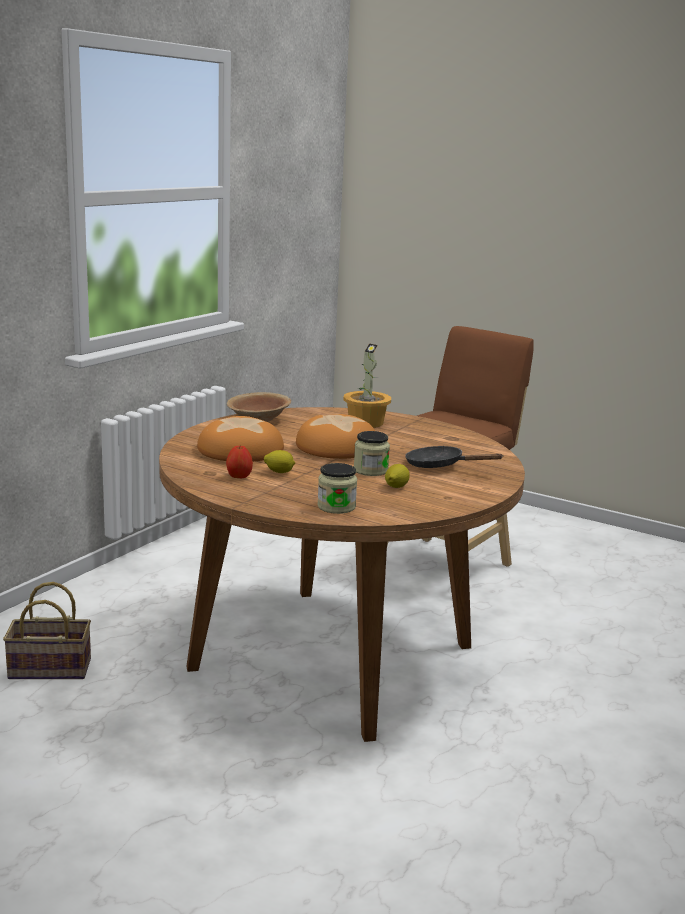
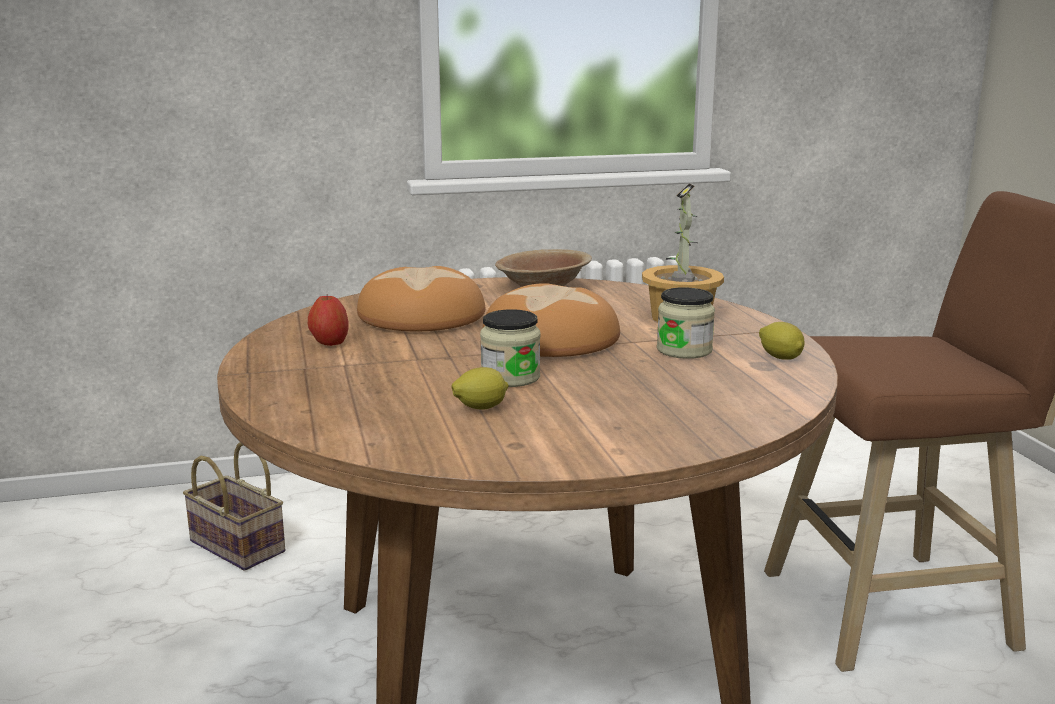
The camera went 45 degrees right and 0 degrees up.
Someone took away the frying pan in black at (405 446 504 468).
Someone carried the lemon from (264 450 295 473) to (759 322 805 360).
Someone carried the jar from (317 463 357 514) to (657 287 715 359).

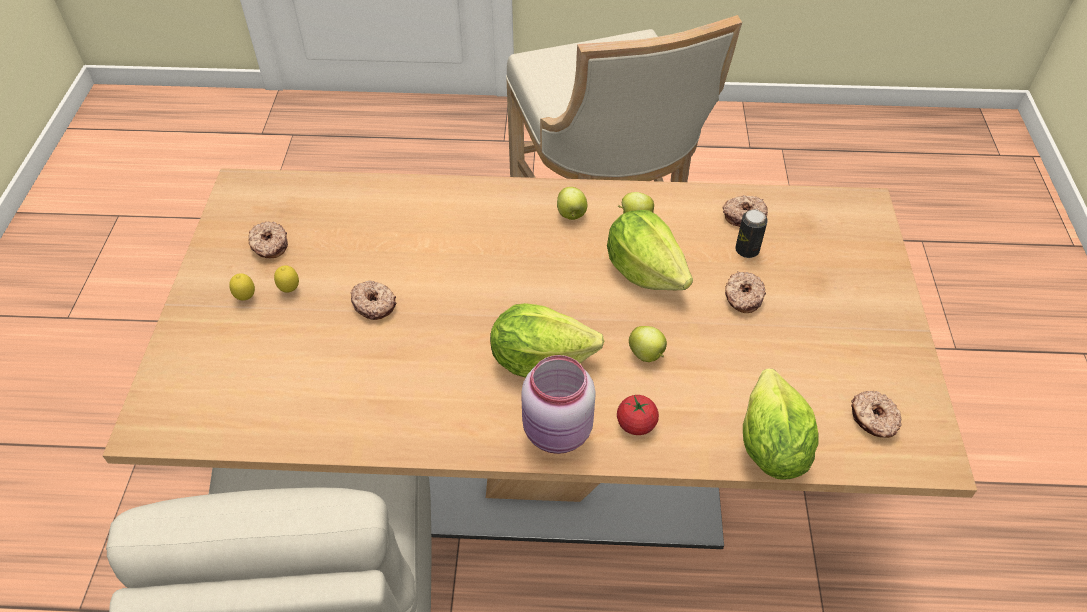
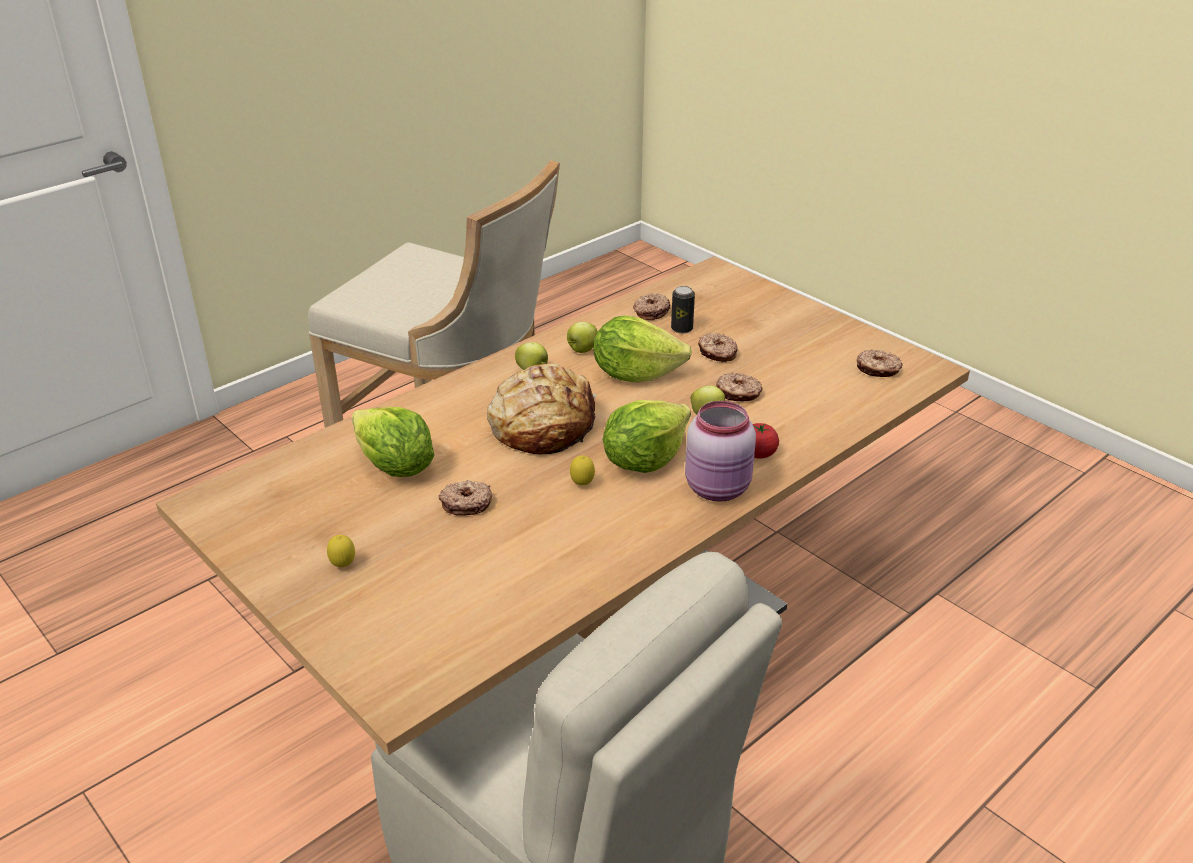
The camera went 45 degrees left and 15 degrees down.
Someone put down the bread at (487 364 596 454).
Someone carried the donut from (248 222 288 259) to (716 372 763 401).
Someone carried the lemon from (274 266 299 293) to (570 455 595 486).
Someone carried the lettuce from (743 369 819 480) to (351 407 434 477).

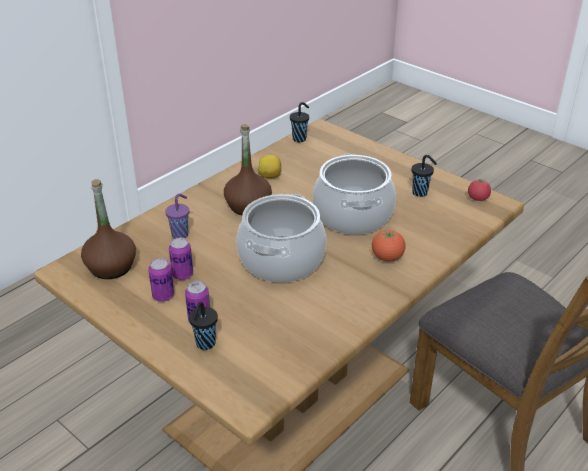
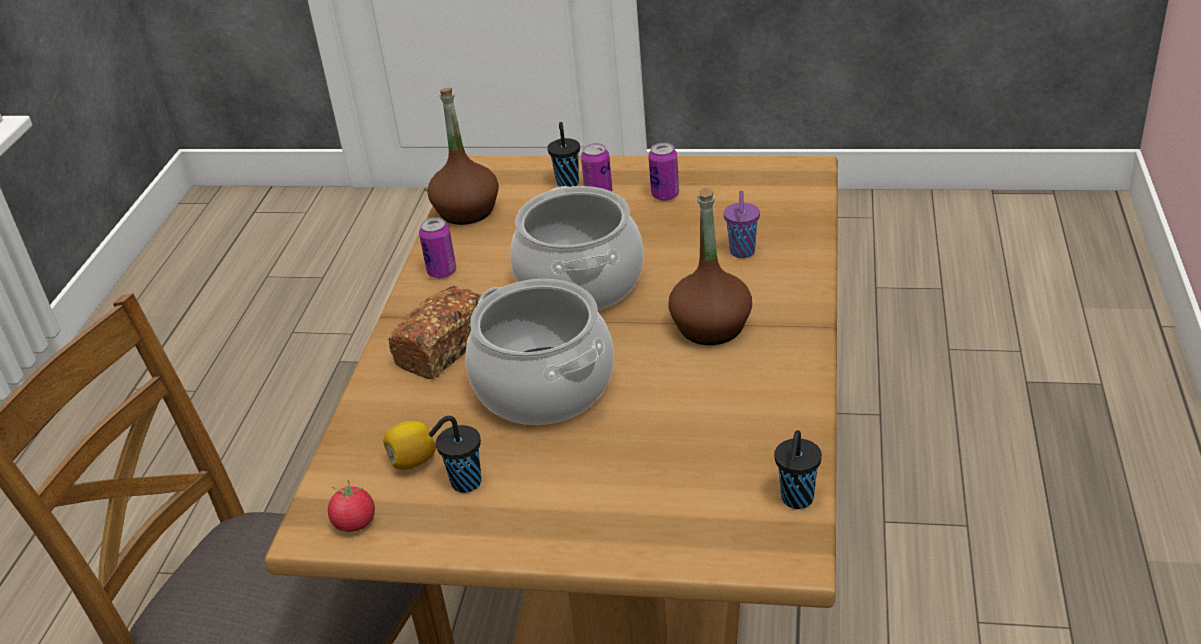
The camera went 150 degrees right and 0 degrees up.
Someone carried the bottle in brown from (81 179 136 279) to (427 88 499 225).
Someone carried the can from (169 237 193 280) to (419 217 456 278).
Someone carried the lemon from (258 155 282 179) to (383 421 436 470).
Someone swapped the tomato at (372 230 406 261) for the bread at (388 286 481 379).

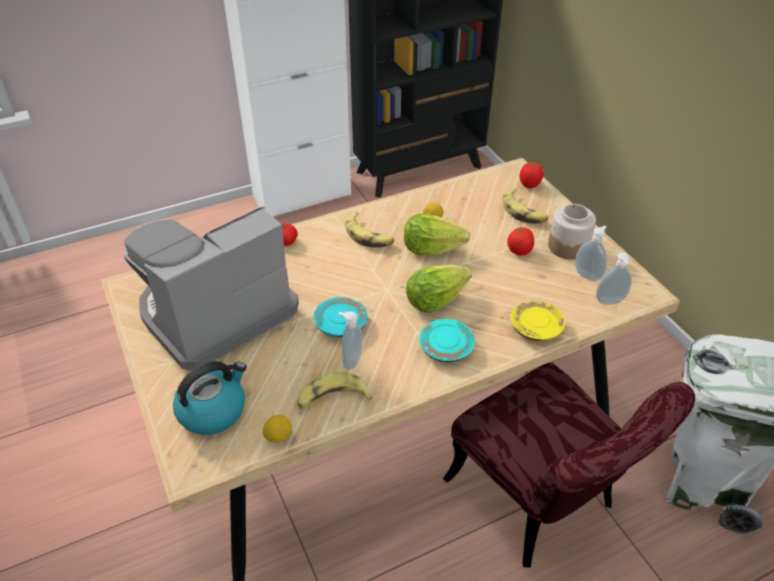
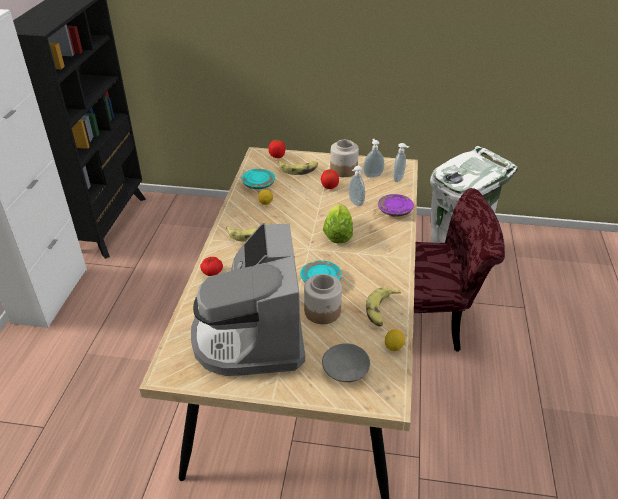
The camera went 55 degrees left and 5 degrees down.
Someone took away the lettuce at (404 214 470 255).
Someone put down the jar at (304 274 342 324).
Someone carried the soap dispenser from (338 311 362 370) to (349 166 365 206).
Someone carried the plate in turquoise from (419 319 475 363) to (241 169 275 189).
Someone swapped the kettle at (173 361 247 435) for the bowl in grey at (322 343 370 382).
Someone repainted the plate in yellow at (510 301 565 341), which became the plate in purple at (378 194 414 217).

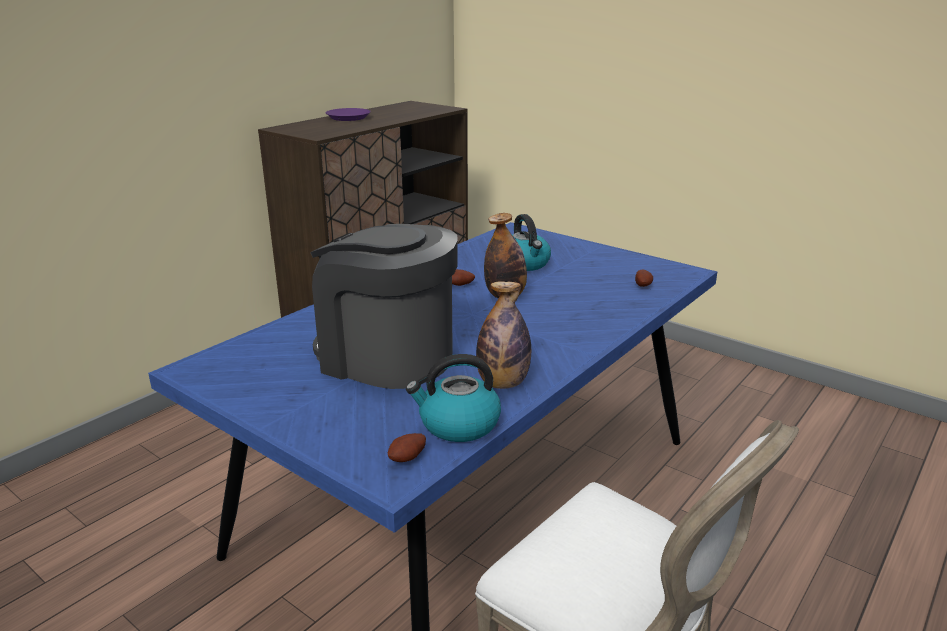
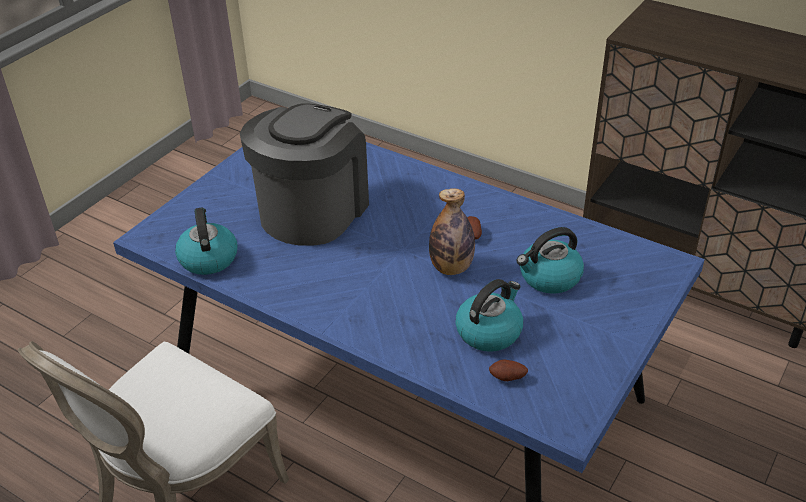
The camera went 85 degrees right and 15 degrees up.
Someone took away the plate in purple at (325 108 371 121).
Someone took away the potato at (388 433 426 462).
Someone took away the bottle at (476 281 531 389).
Someone put down the kettle at (455 279 523 352).

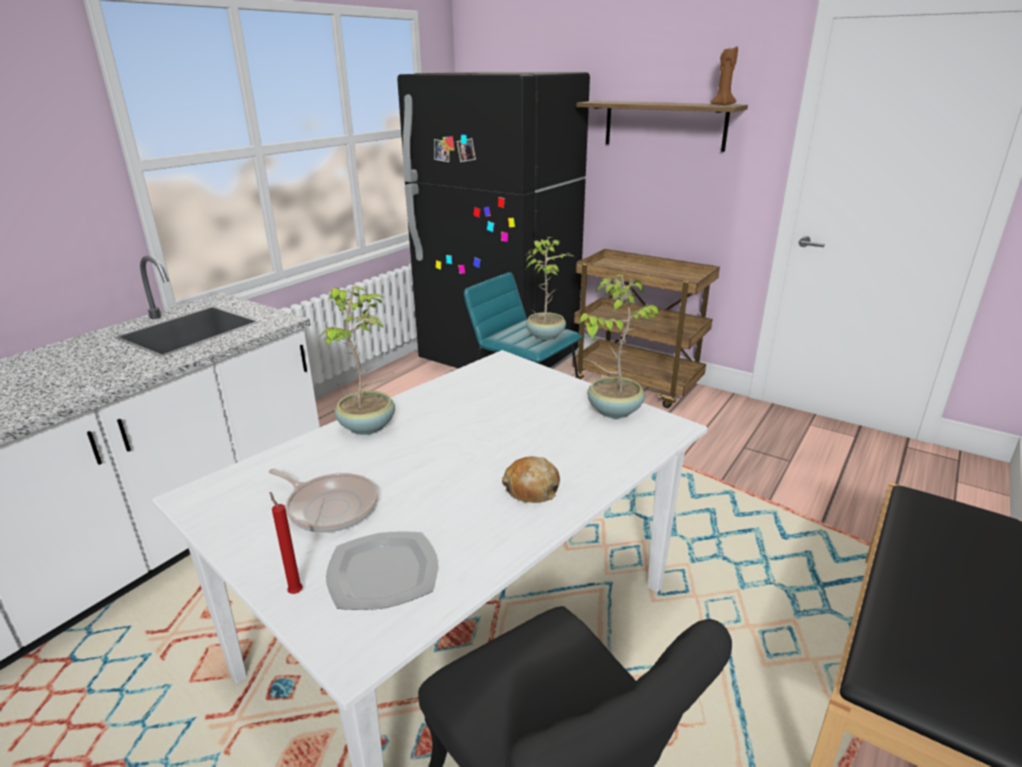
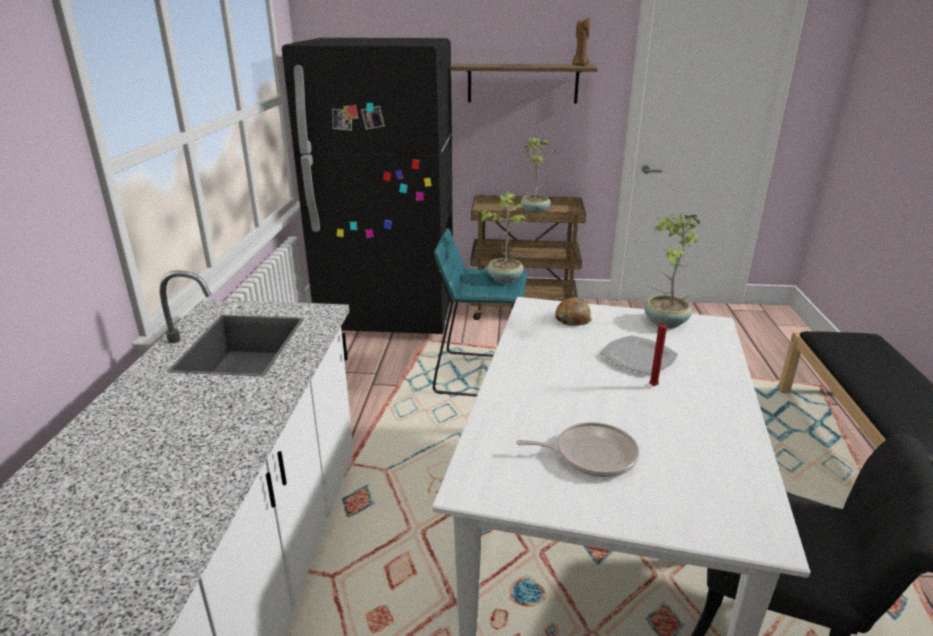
The camera went 30 degrees left and 0 degrees up.
Someone carried the candle in red from (270 492 303 594) to (649 318 667 386).
Someone carried the potted plant from (321 286 395 435) to (521 136 559 212).
Someone carried the plate from (326 531 438 610) to (600 335 678 374).
Someone carried the bread from (502 456 560 503) to (555 297 592 326).

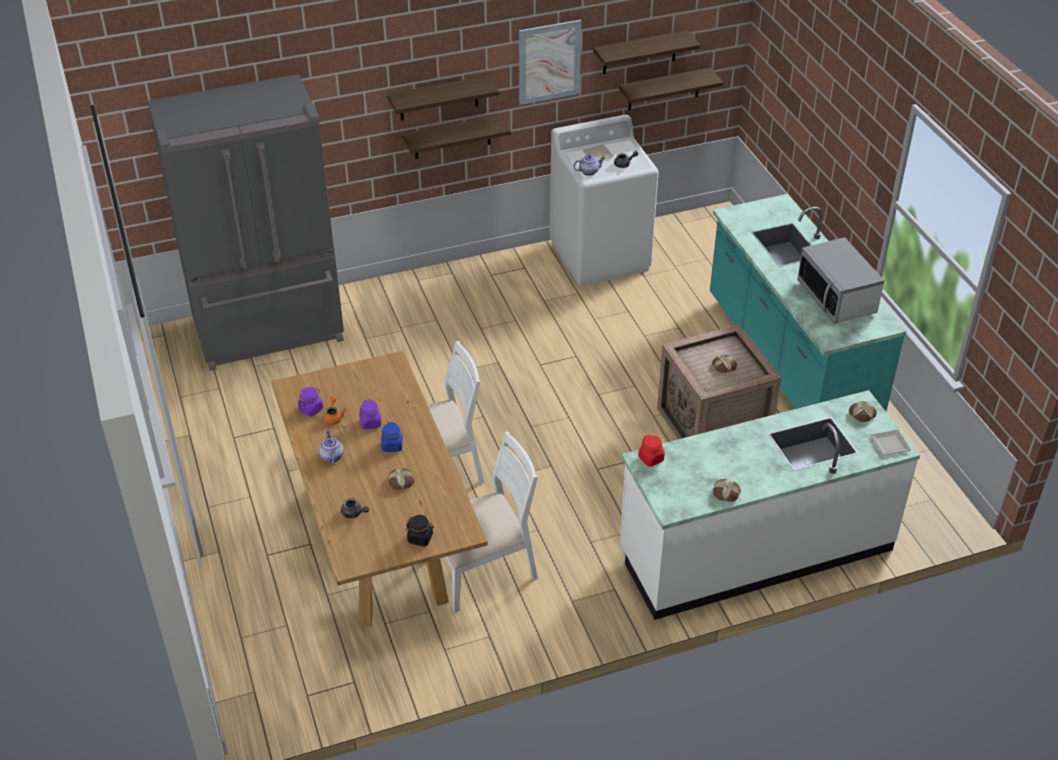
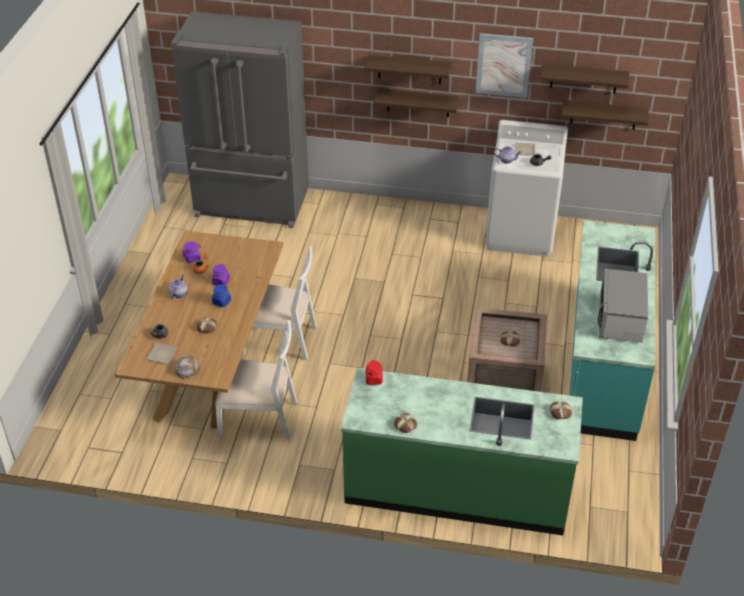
The camera went 30 degrees right and 0 degrees up.
Someone carried the plate from (871 430 911 456) to (147 343 177 364).
Someone swapped the jar in black at (406 515 434 547) for the bread at (174 355 201 379).
Someone repainted the counter in white at (620 390 920 620), which became the counter in green at (341 368 583 535).

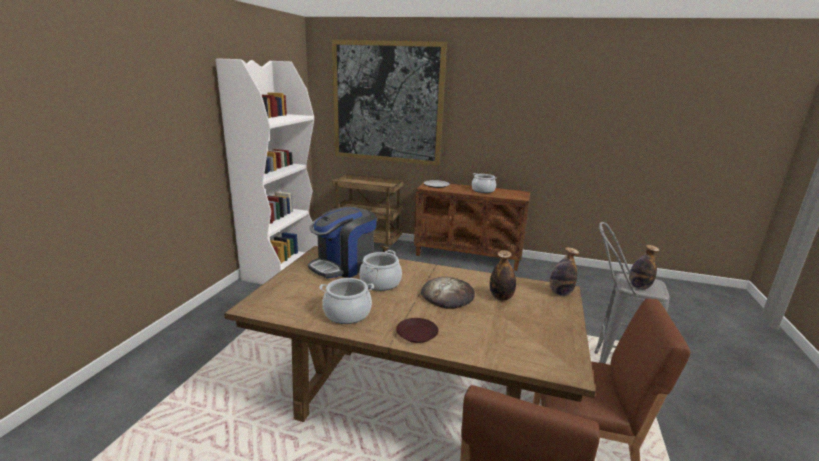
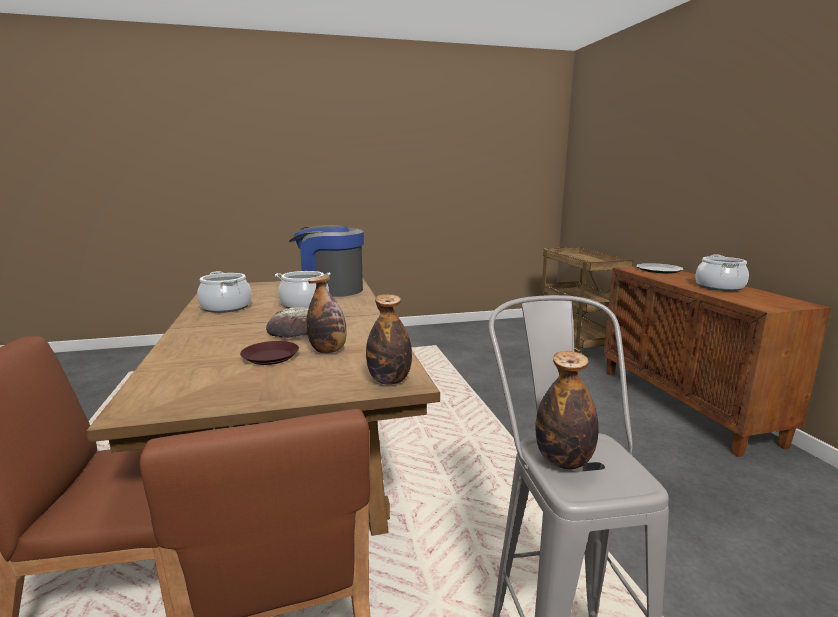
The camera went 60 degrees right and 5 degrees down.
Someone took away the bookcase in white at (215 58 318 285).
Someone took away the picture at (332 40 447 165).
Someone carried the plate in brown from (396 318 439 343) to (240 341 299 365).

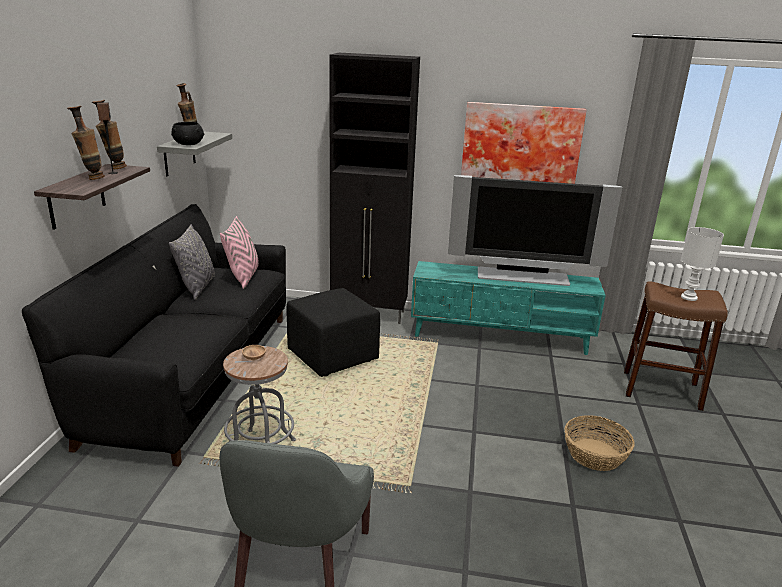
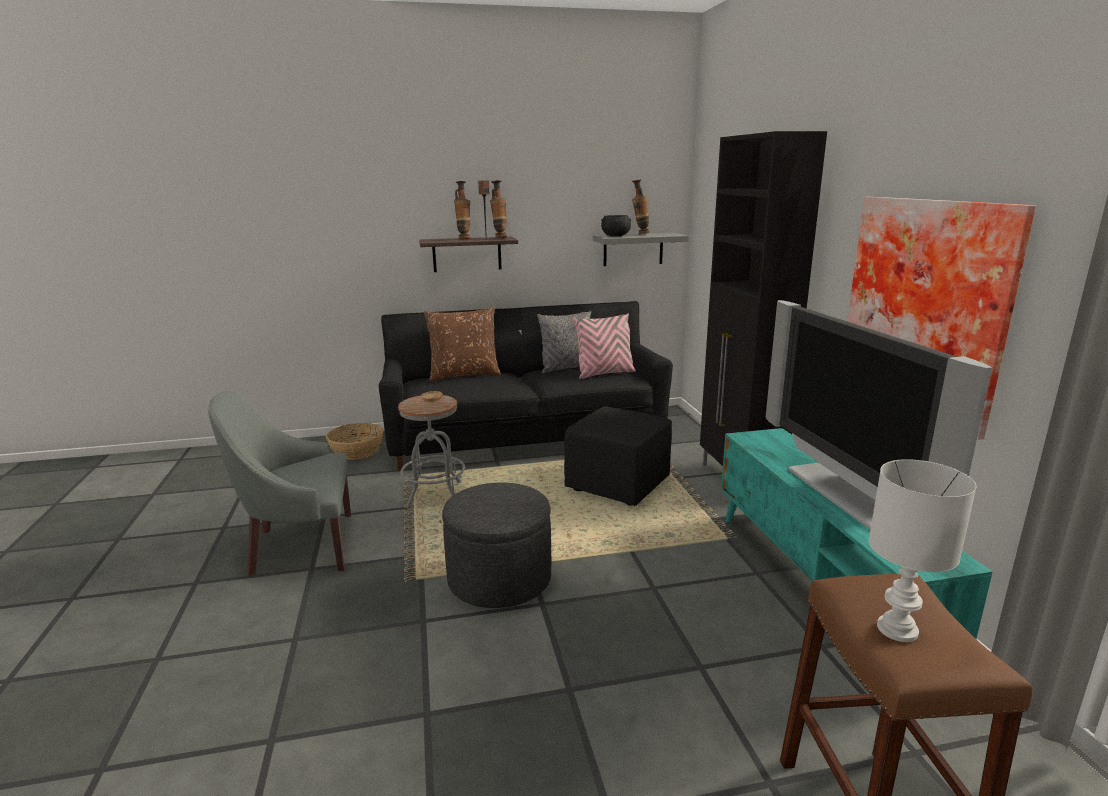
The camera went 70 degrees right and 5 degrees down.
Someone put down the pillow in brown at (424 307 501 381).
Someone put down the ottoman in grey at (442 482 551 608).
Someone carried the basket from (564 415 635 471) to (326 423 383 460).

